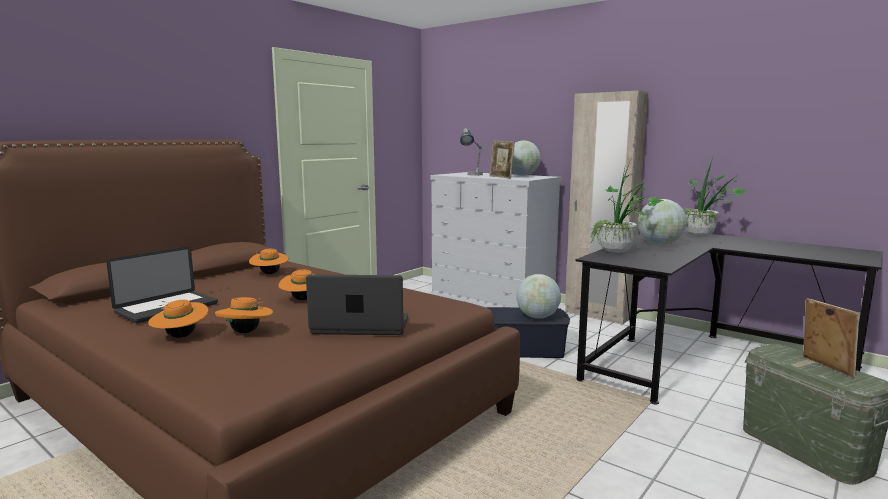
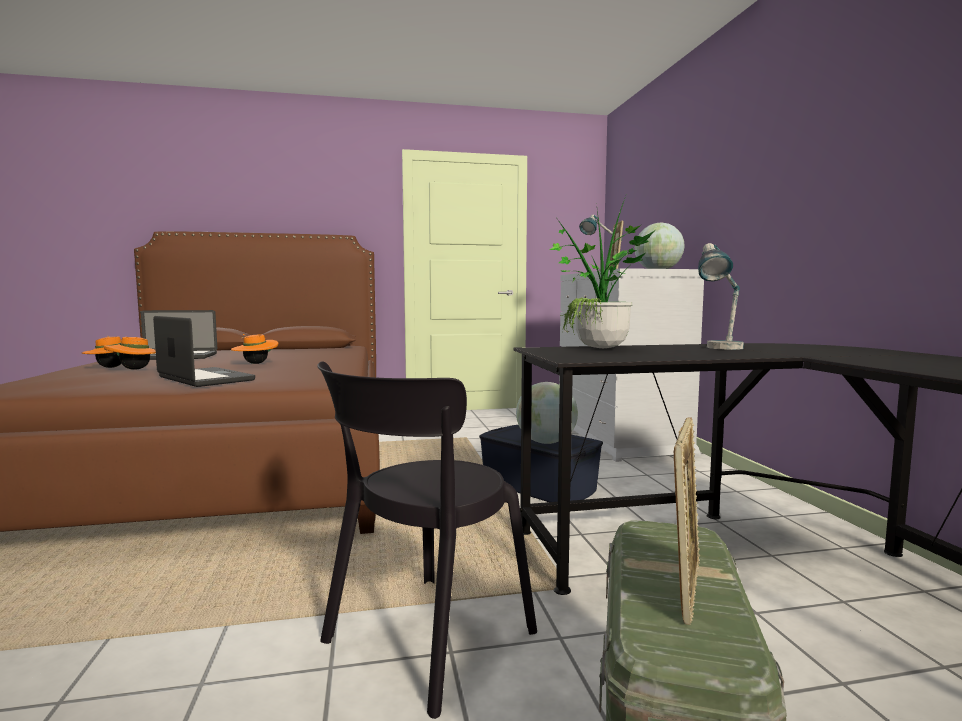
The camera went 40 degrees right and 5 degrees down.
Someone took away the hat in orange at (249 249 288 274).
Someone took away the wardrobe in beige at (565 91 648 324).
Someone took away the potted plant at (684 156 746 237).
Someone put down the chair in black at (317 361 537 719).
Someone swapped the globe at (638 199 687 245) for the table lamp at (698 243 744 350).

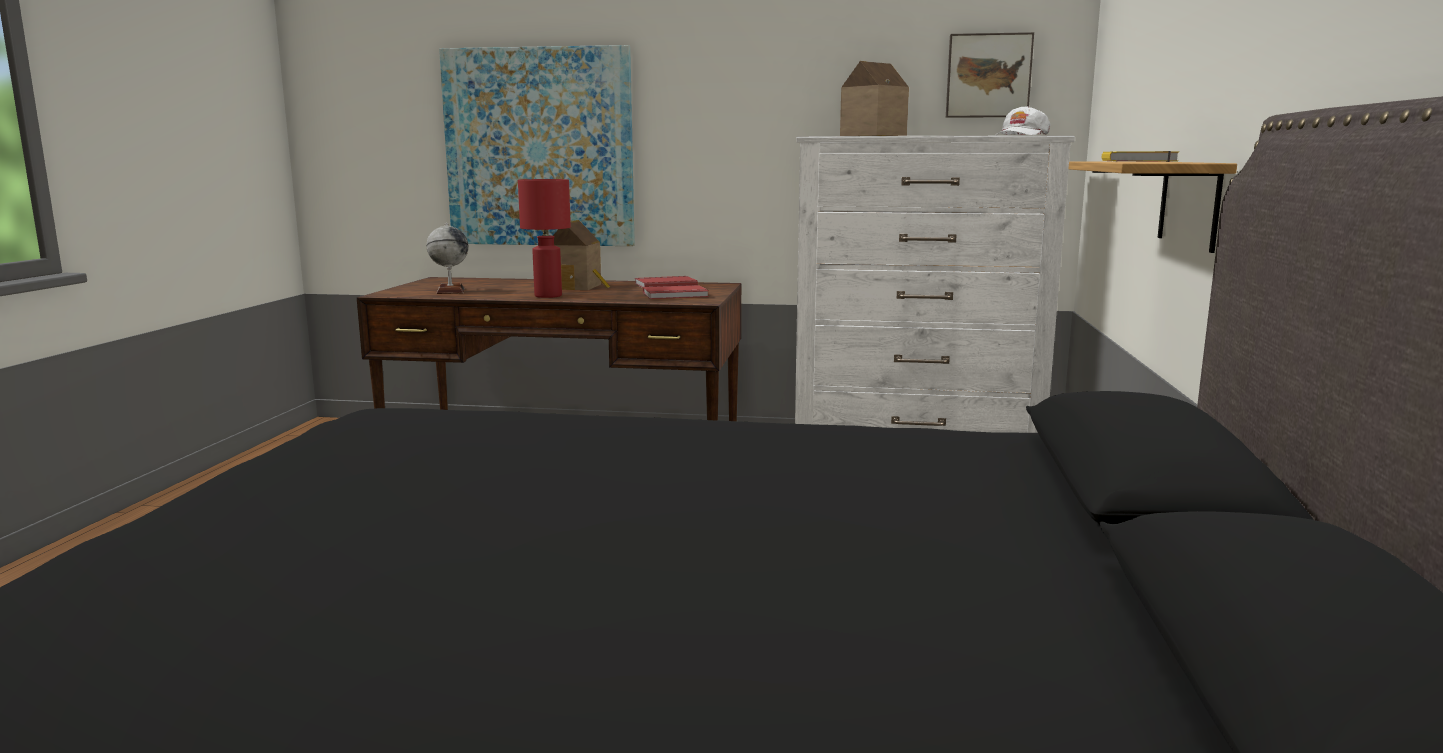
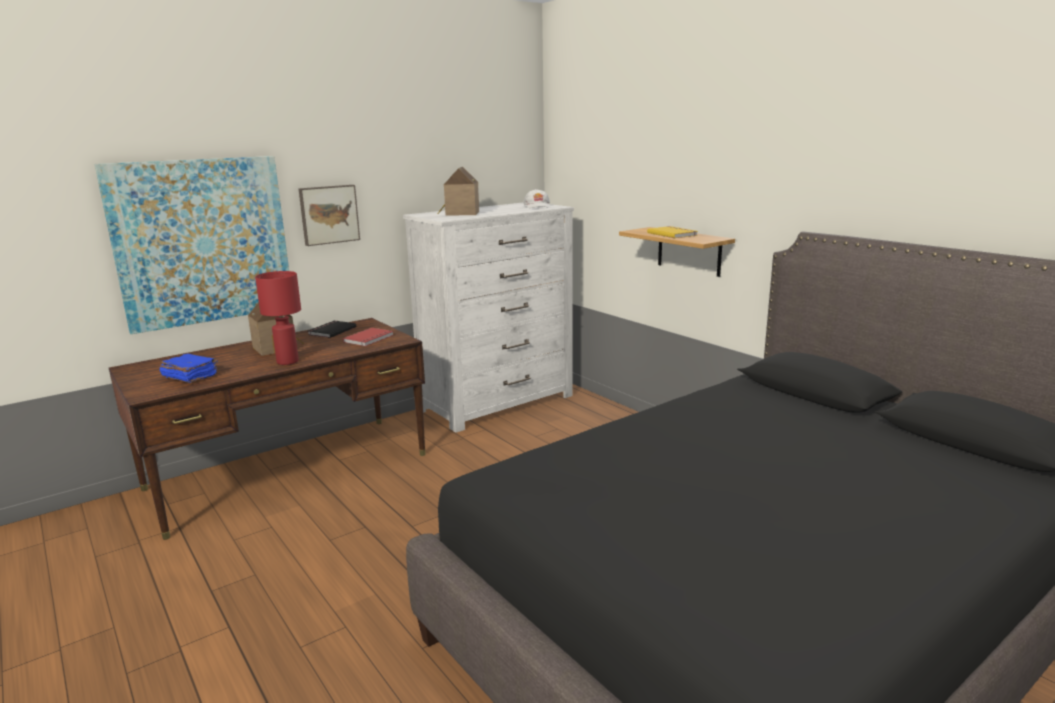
The camera went 45 degrees left and 5 degrees up.
Someone carried the picture from (946 32 1034 118) to (299 185 360 246).
Someone swapped the globe at (426 223 469 294) for the book in blue at (159 353 218 383).
Someone repainted the book in red at (635 276 698 288), which became the book in black at (308 321 356 338).

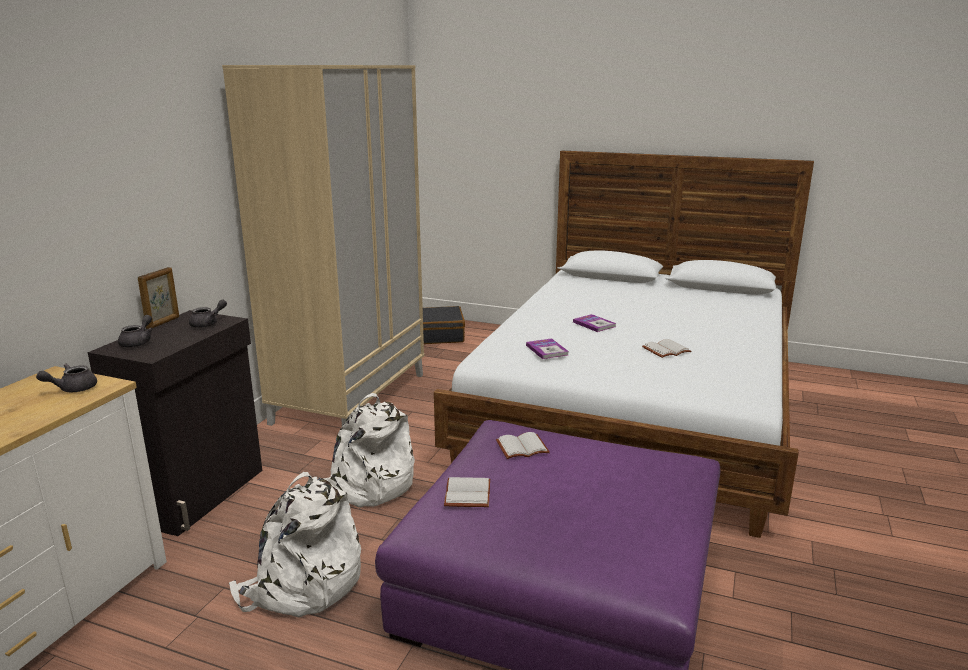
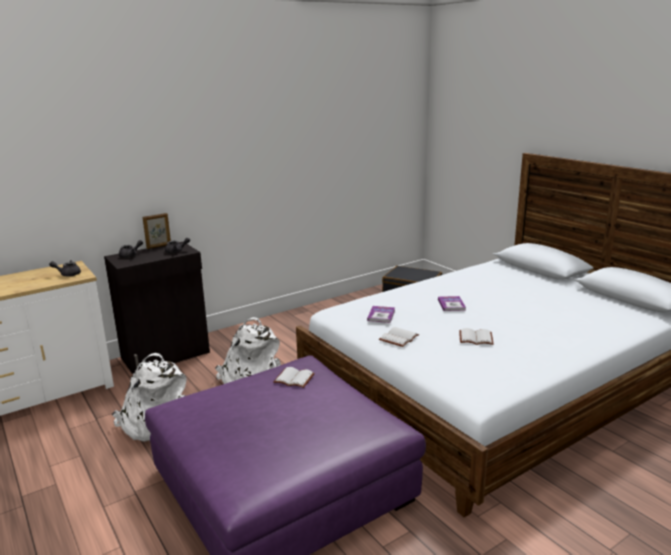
The camera went 35 degrees right and 0 degrees up.
Someone took away the wardrobe in beige at (222 65 425 426).
Someone carried the book in white from (444 477 490 507) to (379 327 419 347).

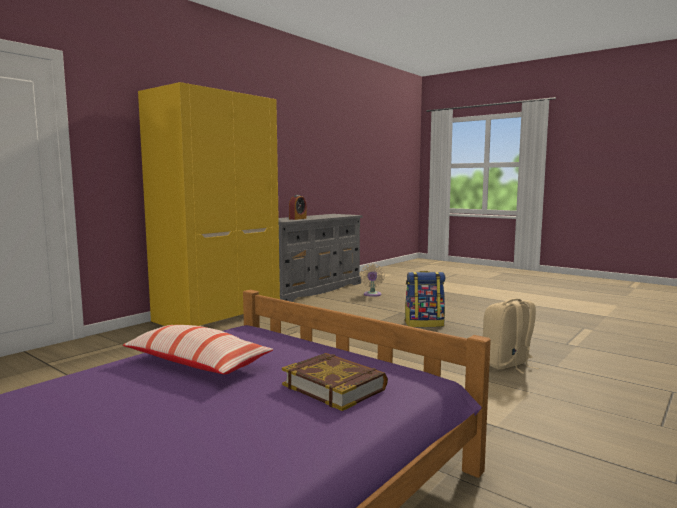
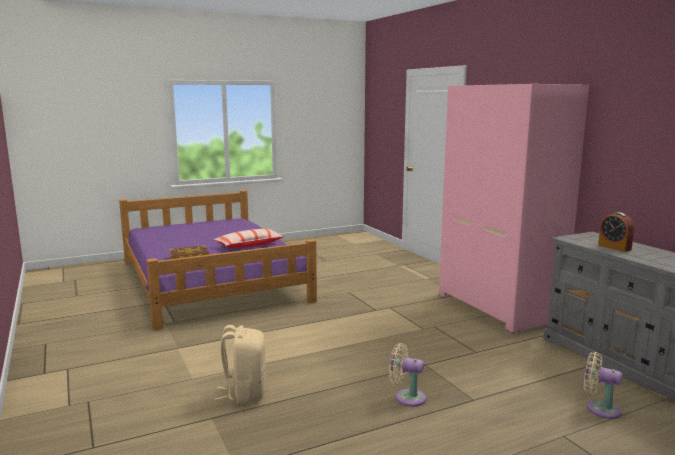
The camera went 115 degrees right and 5 degrees up.
Someone swapped the backpack at (404 271 445 327) for the fan in beige at (389 343 426 407).
Someone repainted the wardrobe in yellow at (138 82 280 326), which became the wardrobe in pink at (439 84 589 333).

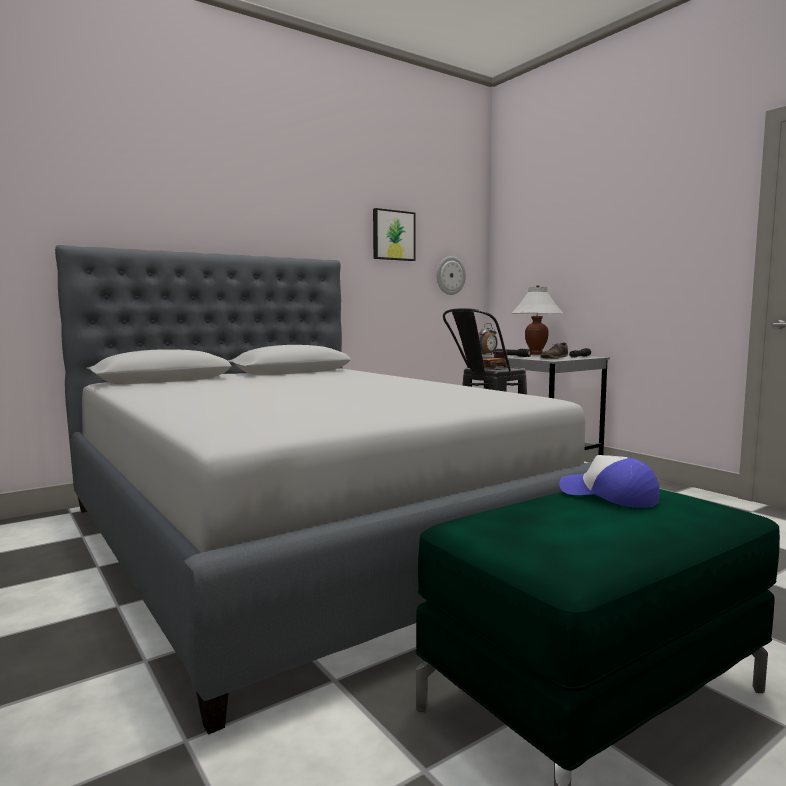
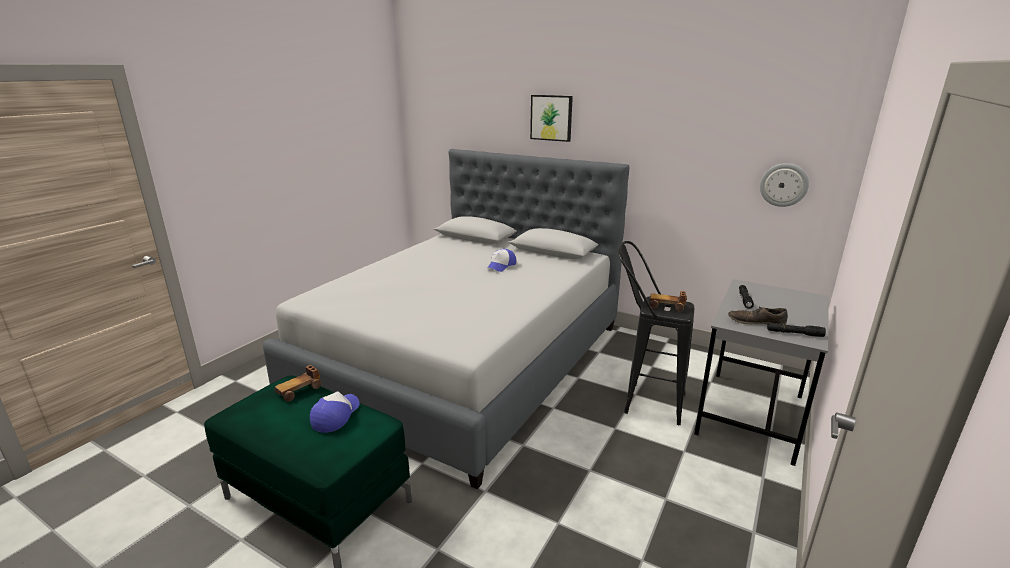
The camera went 65 degrees right and 15 degrees up.
Someone took away the alarm clock at (478 323 498 355).
Someone took away the table lamp in white at (511 285 563 355).
Someone put down the toy car at (275 365 321 402).
Someone put down the cap at (486 249 516 272).
Someone carried the picture from (373 208 415 261) to (530 95 573 142).

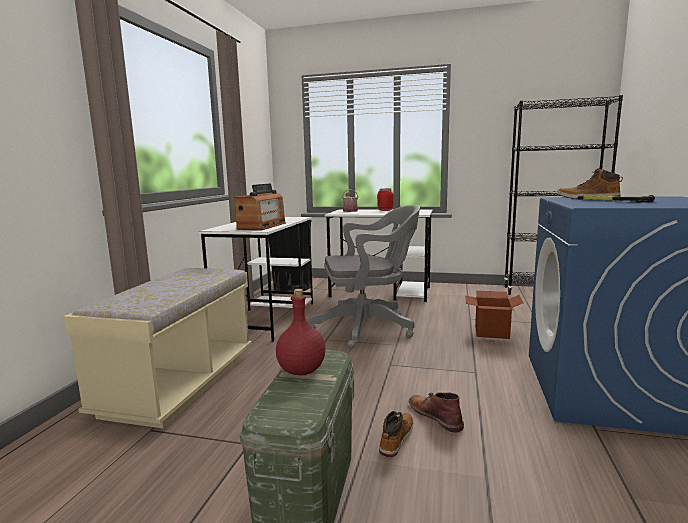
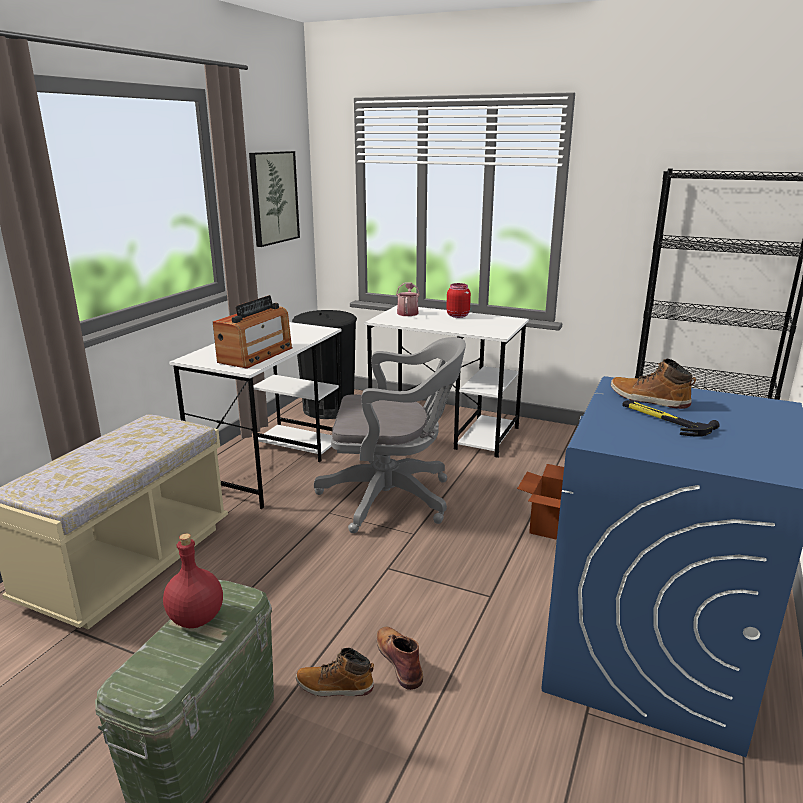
The camera went 10 degrees right and 10 degrees up.
Someone put up the picture at (249 151 300 247).
Someone rotated the boot at (379 411 413 457) by 120 degrees counterclockwise.

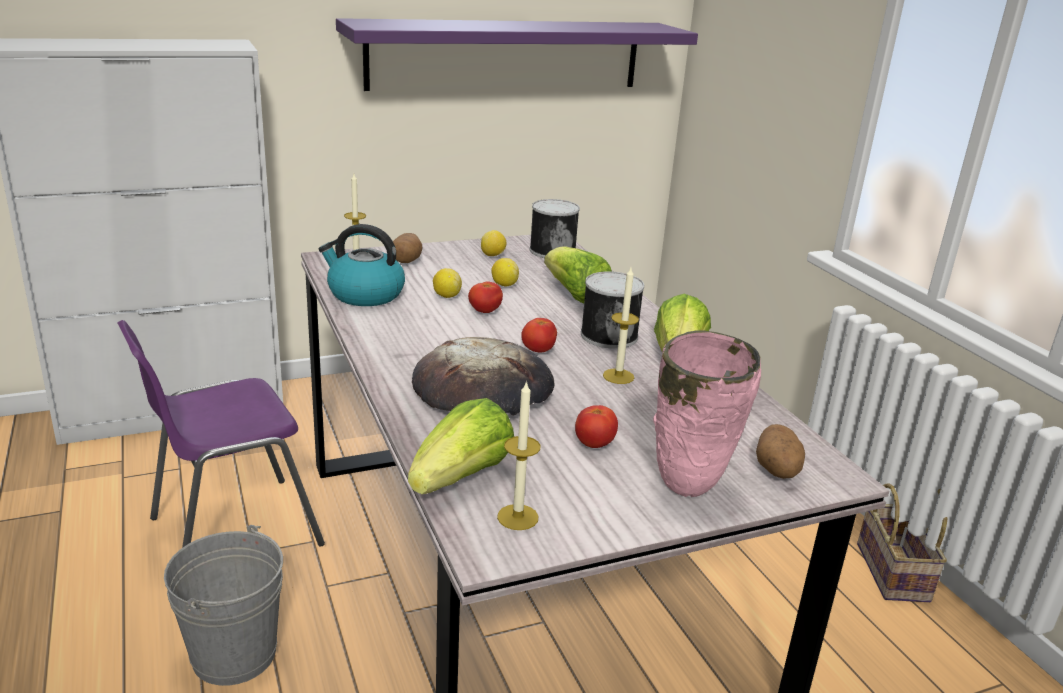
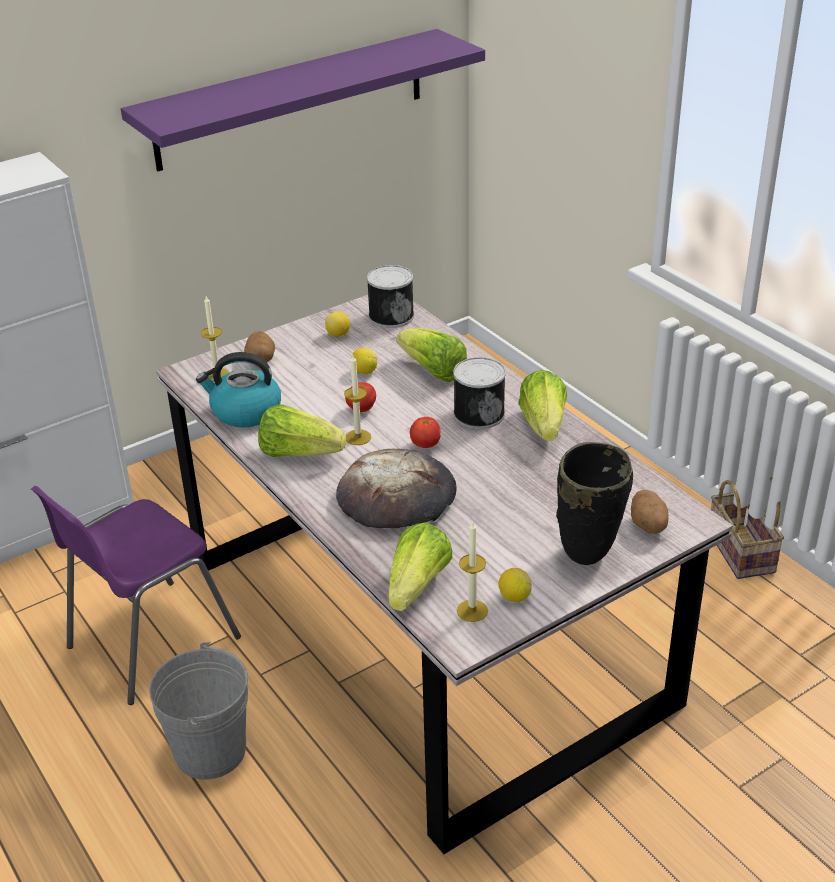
The camera went 10 degrees left and 10 degrees up.
Someone took away the tomato at (575 405 618 448).
Someone put down the lettuce at (258 404 346 457).
Someone carried the lemon from (433 268 462 298) to (498 568 532 602).
Someone carried the candle from (603 268 639 384) to (344 355 371 445).
Someone repainted the vase in pink at (653 330 761 497), which became the vase in black at (556 442 633 565).

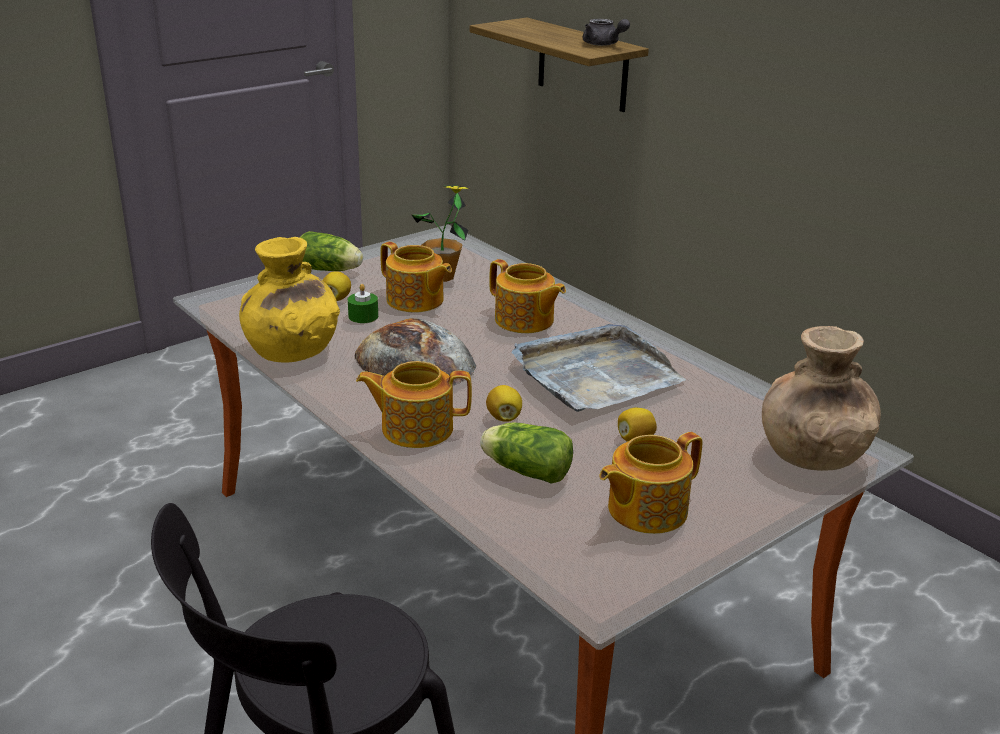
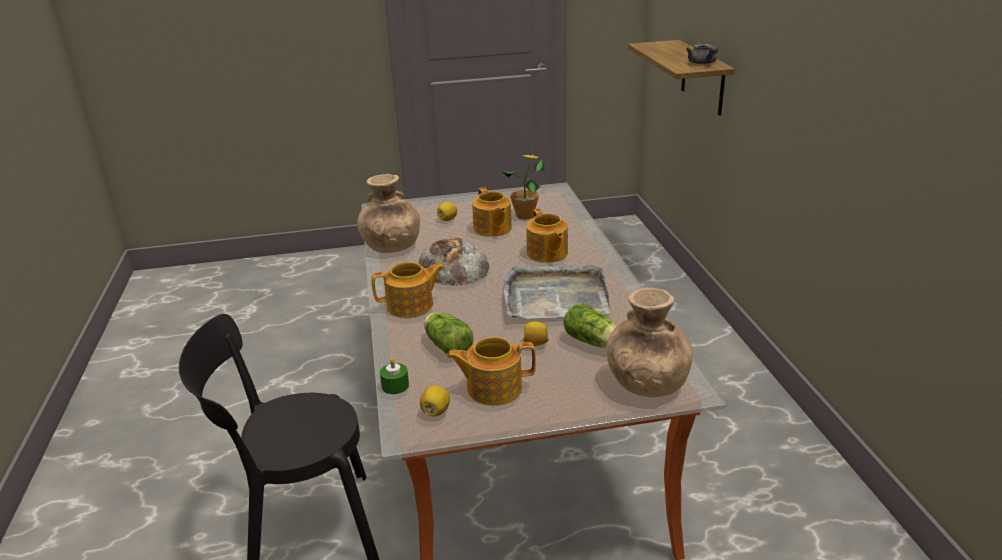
The camera went 30 degrees right and 0 degrees up.
Someone carried the lettuce from (300 231 363 271) to (563 304 616 348).
Someone carried the candle in green from (348 284 378 323) to (380 358 409 394).
Someone carried the lemon from (486 385 522 422) to (420 385 450 417).
Someone repainted the vase in yellow at (239 237 340 363), which became the vase in brown at (357 174 420 253).
Someone rotated the teapot at (356 361 472 448) by 135 degrees clockwise.

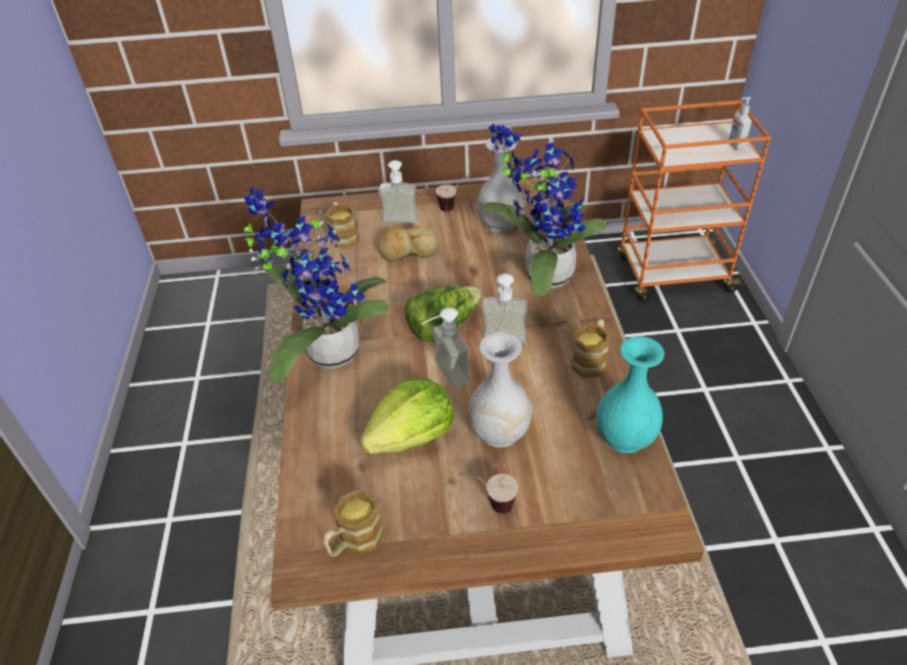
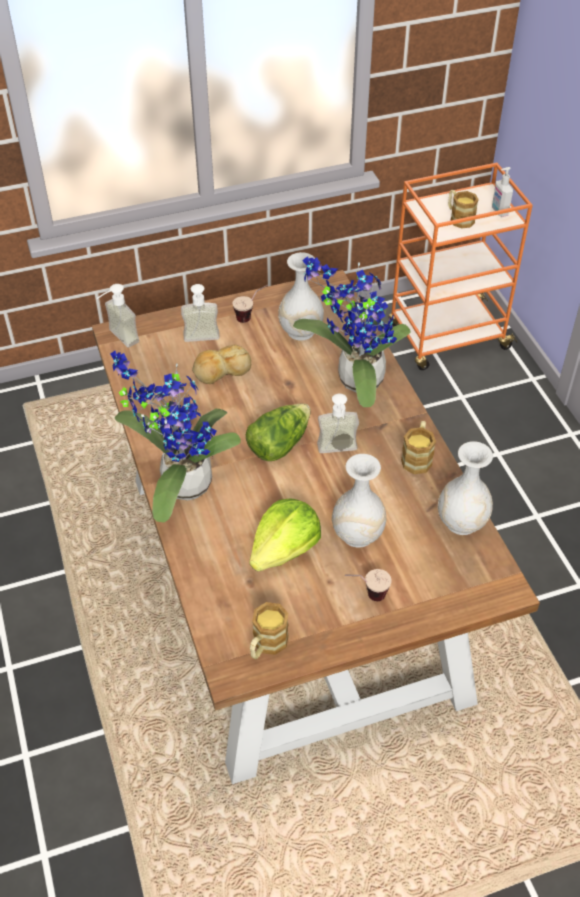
The camera went 15 degrees left and 5 degrees up.
Someone carried the mug from (326 202 359 248) to (448 190 479 229).
Someone carried the soap dispenser from (421 307 469 388) to (97 284 139 347).
Someone repainted the vase in turquoise at (596 336 664 453), which became the vase in white at (438 441 493 535).

